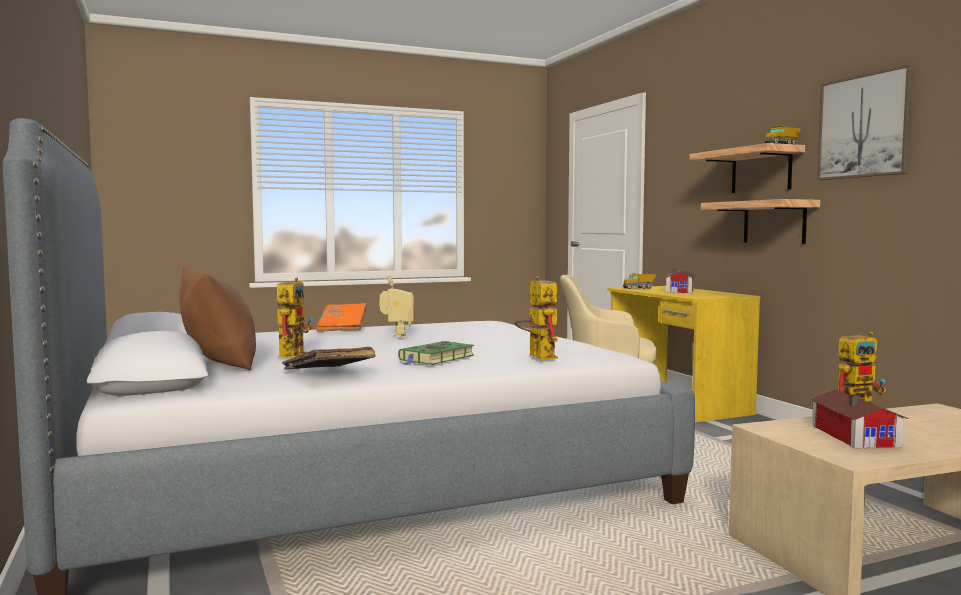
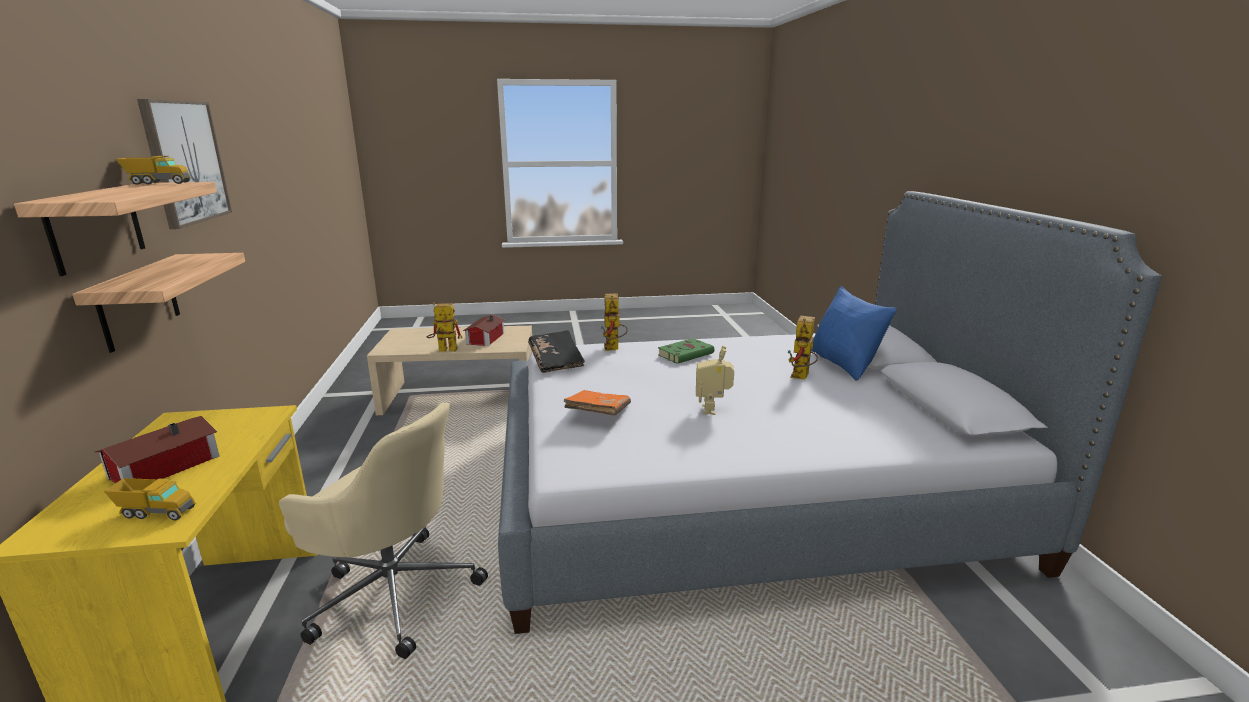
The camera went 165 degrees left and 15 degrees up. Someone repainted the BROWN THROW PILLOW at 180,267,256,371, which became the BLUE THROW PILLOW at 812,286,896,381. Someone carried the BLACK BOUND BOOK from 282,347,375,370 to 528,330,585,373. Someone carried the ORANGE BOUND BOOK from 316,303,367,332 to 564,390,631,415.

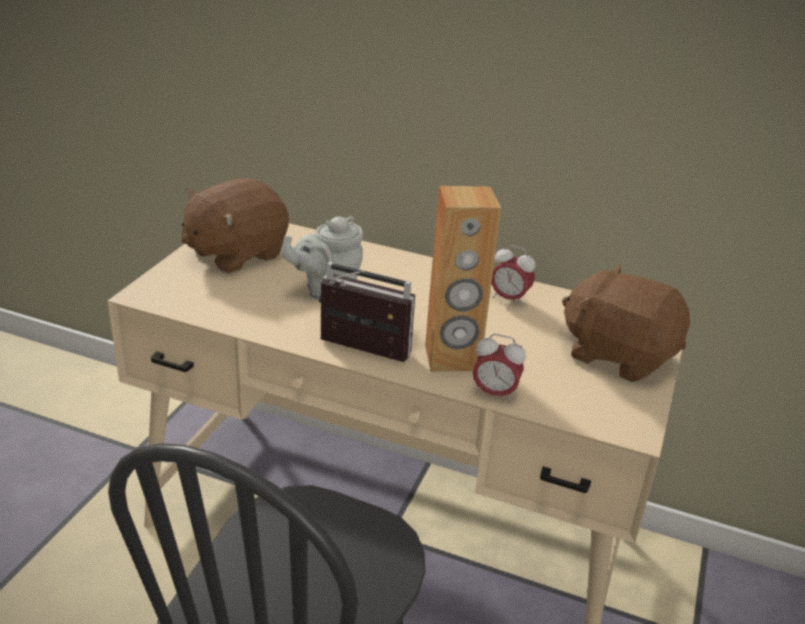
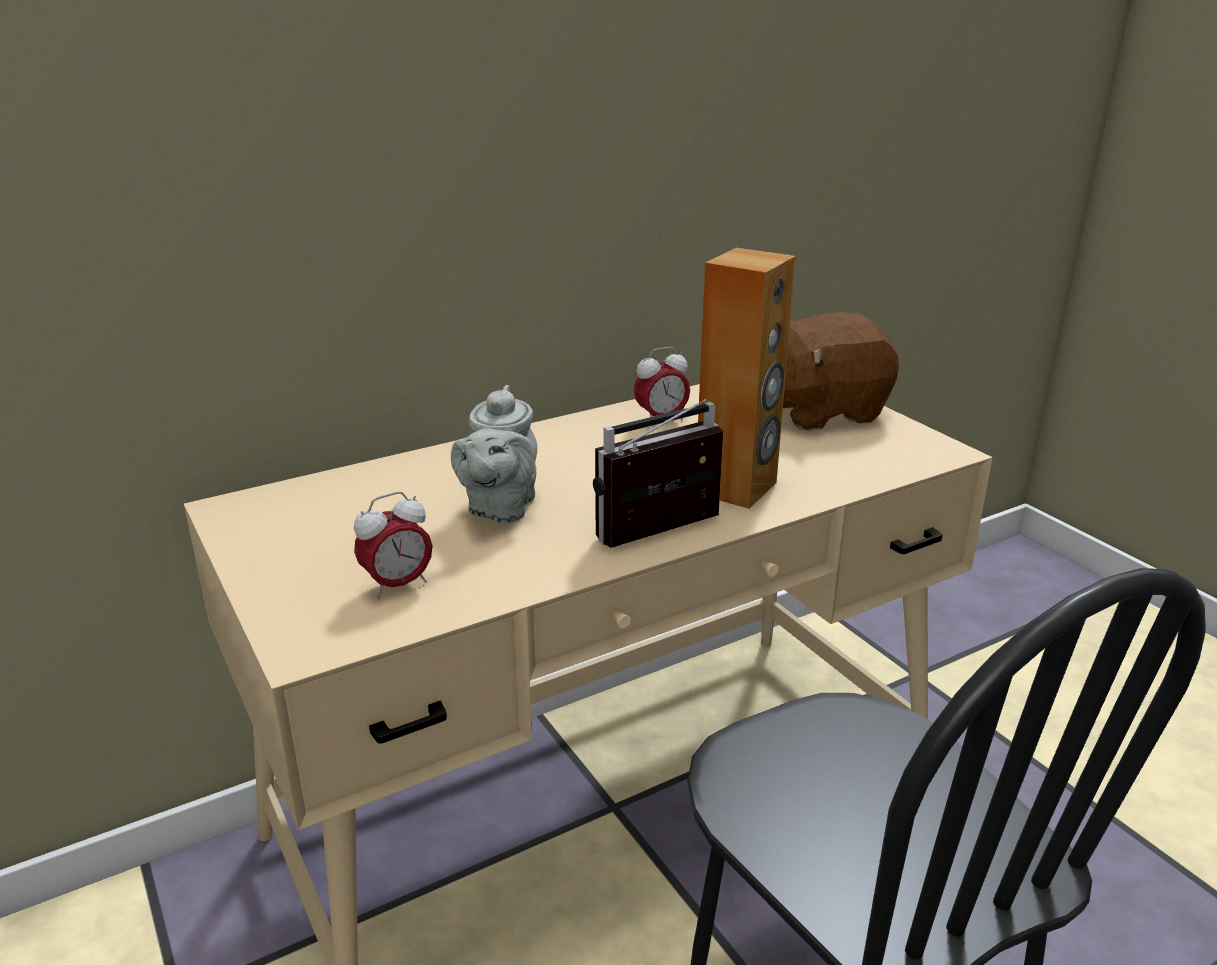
The camera went 50 degrees left and 5 degrees down. Someone took away the BROWN CUDDLY TOY at 181,178,289,274. Someone carried the TABLE CLOCK from 473,334,526,402 to 354,492,433,599.

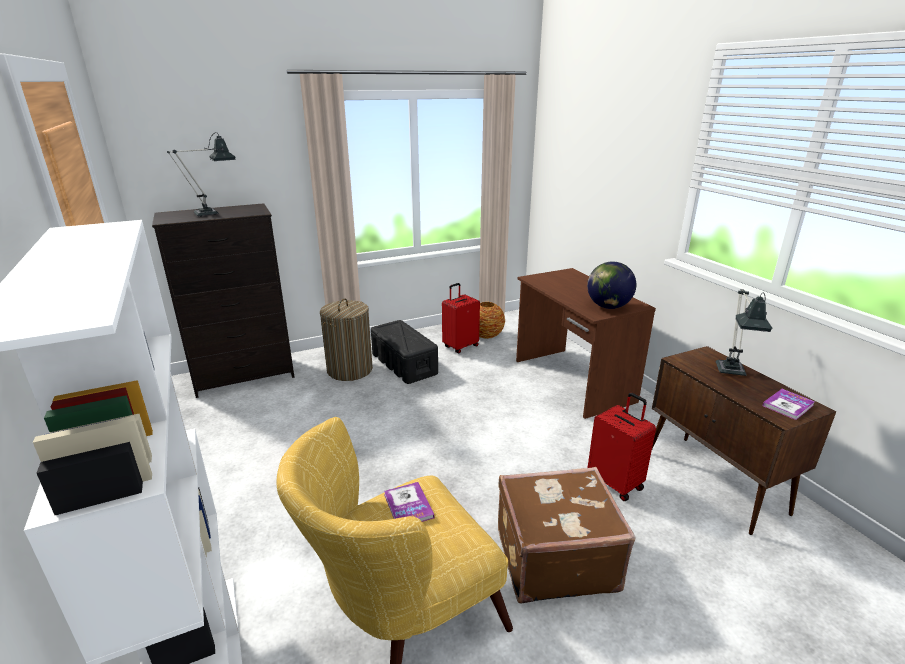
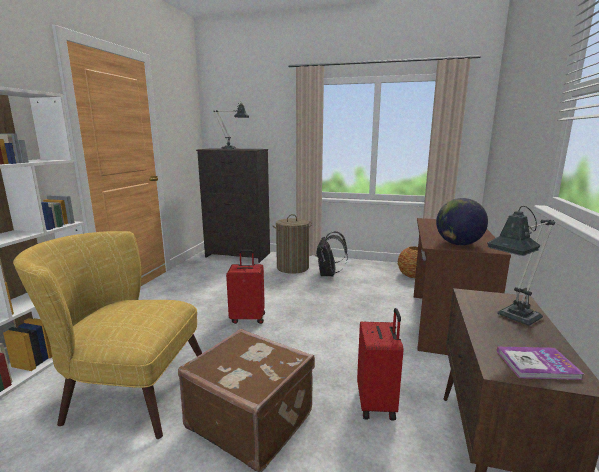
The camera went 40 degrees right and 10 degrees down. Someone swapped the BLACK STORAGE BOX at 371,320,438,384 for the BLACK BACKPACK at 316,231,348,276. Someone took away the BOUND BOOK at 384,482,434,522. Someone carried the REDDISH SUITCASE from 442,283,480,353 to 226,250,265,324.

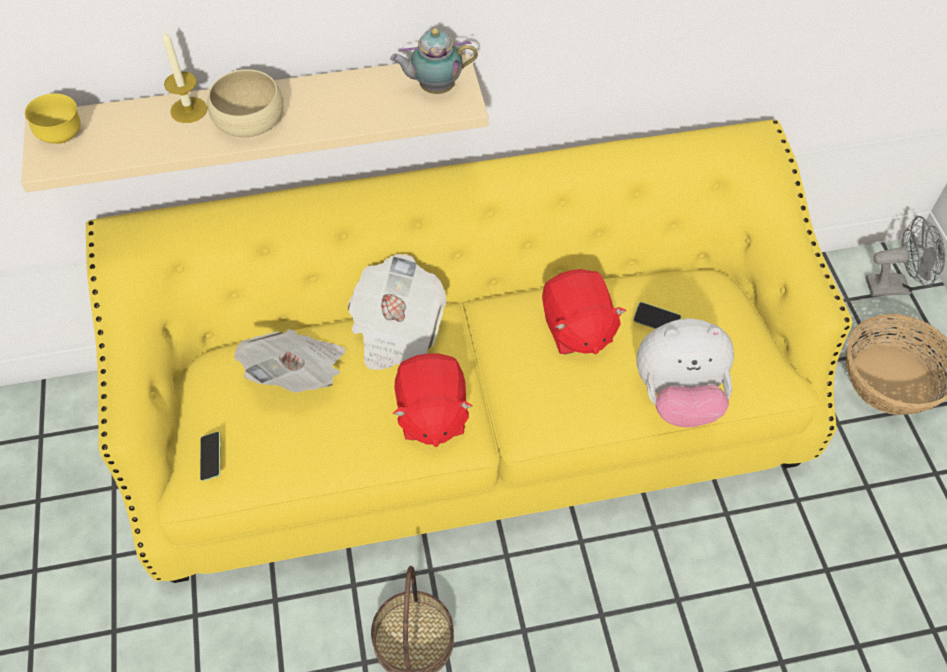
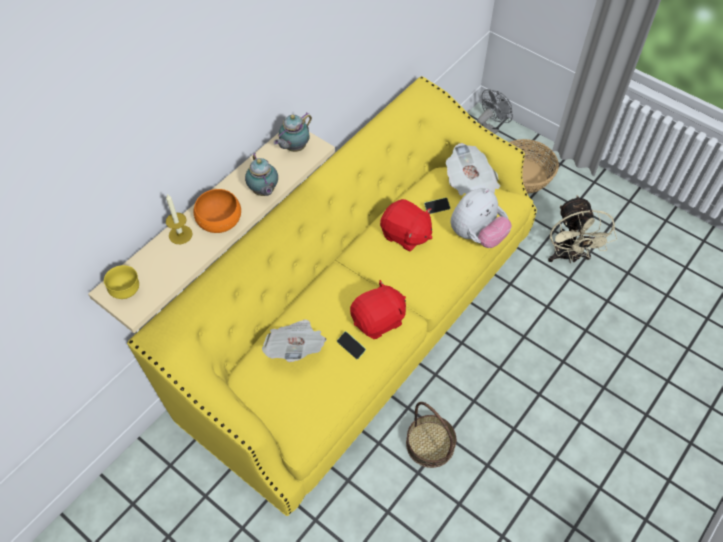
The camera went 40 degrees left and 0 degrees up. Someone carried the PHONE from 200,431,220,481 to 337,331,366,359. Someone repainted the BEIGE-COLOURED DEEP DISH at 207,69,284,137, which became the ORANGE DEEP DISH at 194,189,241,233. Someone carried the DAILY PAPER from 348,254,447,370 to 446,143,500,195. Someone rotated the REDDISH CUDDLY TOY at 393,353,473,447 by 75 degrees counterclockwise. Someone put down the TEAPOT at 245,153,278,196. Someone put down the BEIGE-COLOURED ELECTRIC FAN at 548,195,617,263.

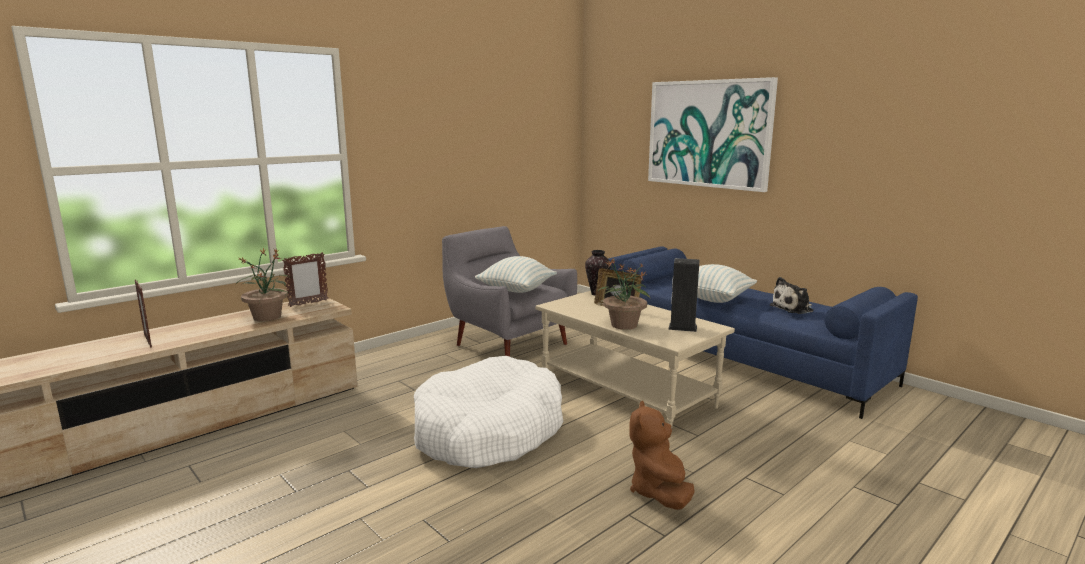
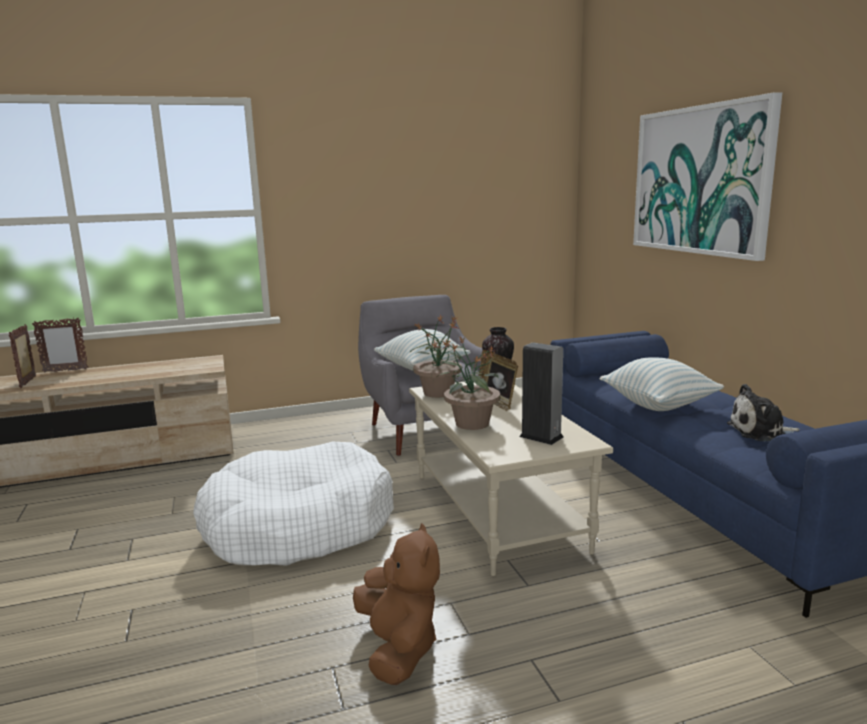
The camera went 25 degrees right and 0 degrees up. Someone carried the POTTED PLANT from 236,248,290,322 to 410,315,466,398. Someone carried the PICTURE FRAME from 282,252,328,307 to 32,318,88,373. Someone rotated the BROWN CUDDLY TOY at 629,401,695,510 by 135 degrees clockwise.

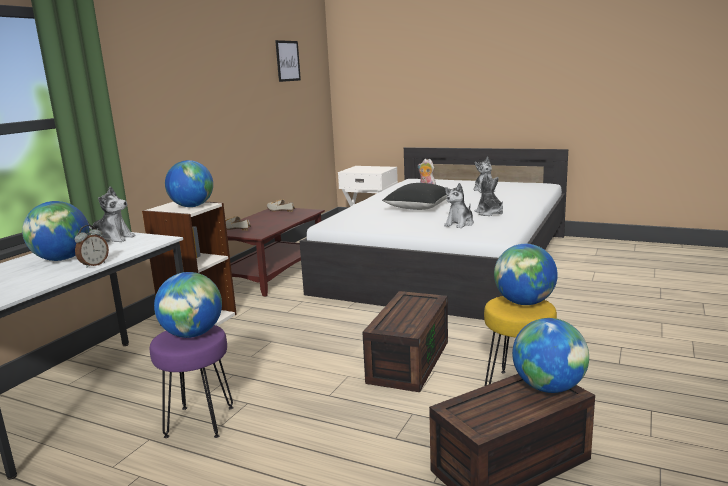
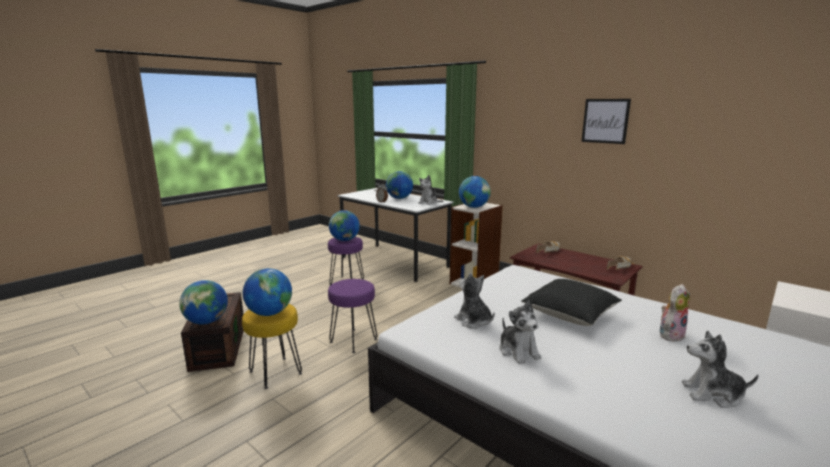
The camera went 105 degrees right and 0 degrees up. Someone carried the PICTURE from 275,40,301,82 to 581,99,631,144. Someone swapped the BROWN STORAGE BOX at 362,291,448,392 for the PURPLE STOOL SEAT at 328,279,377,353. Someone rotated the CUDDLY TOY at 474,173,503,216 by 75 degrees clockwise.

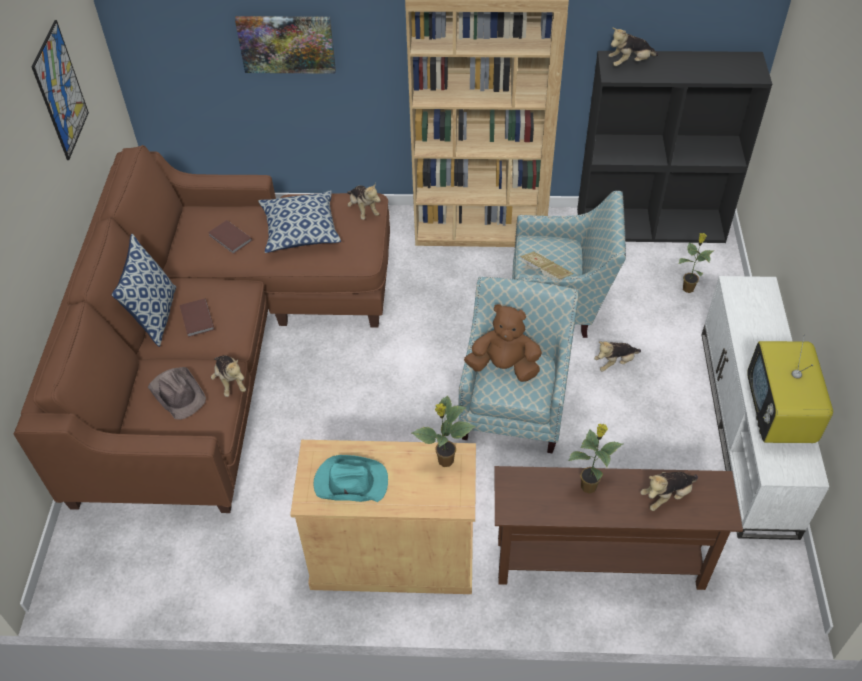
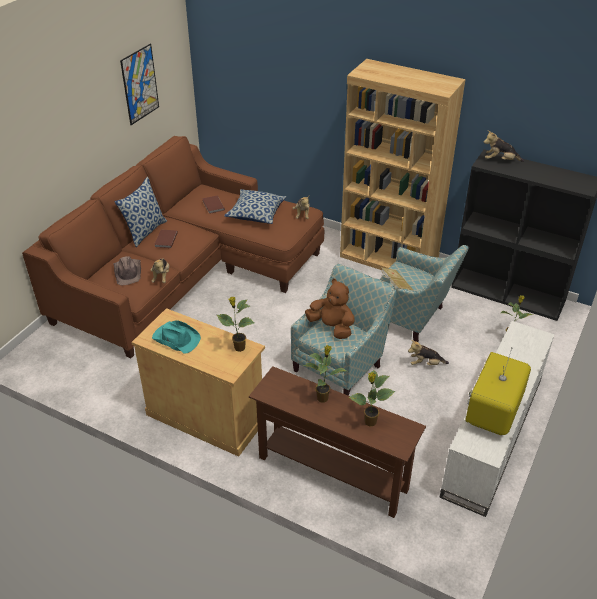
The camera went 25 degrees right and 10 degrees down. Someone took away the PICTURE at 235,16,336,74. Someone swapped the CUDDLY TOY at 640,472,698,511 for the POTTED PLANT at 348,370,395,426.

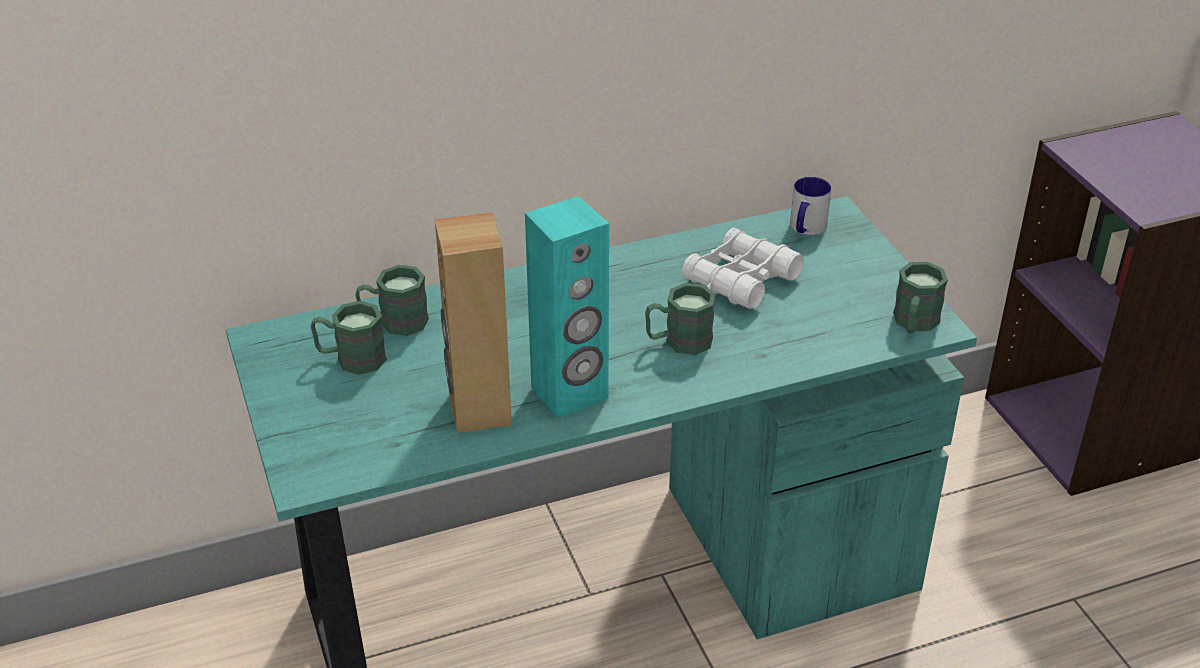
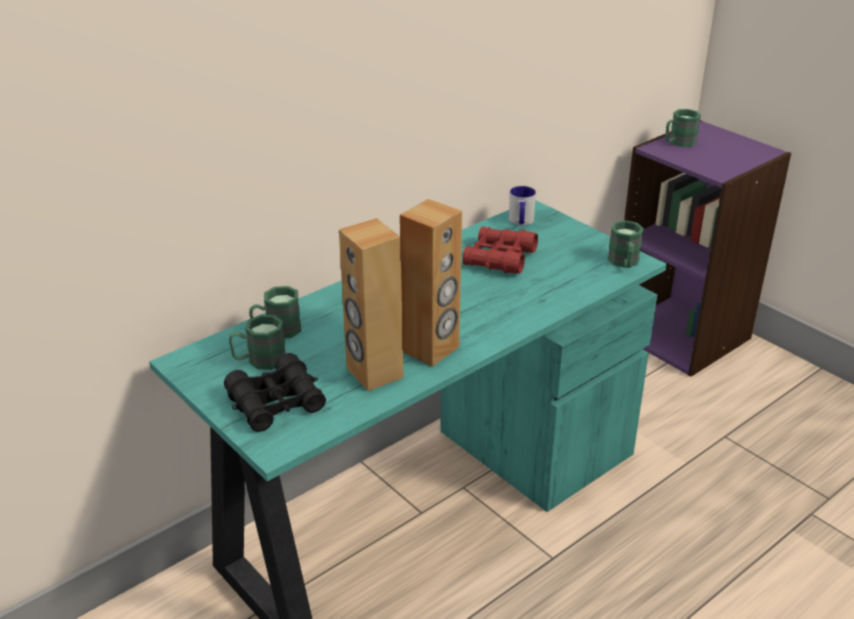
The camera went 20 degrees left and 5 degrees down. Someone repainted the TURQUOISE SPEAKER at 525,196,609,418, which became the BROWN SPEAKER at 400,199,462,367. Someone carried the GREENISH MUG from 645,283,715,355 to 665,109,701,147. Someone repainted the WHITISH BINOCULARS at 682,228,804,309, which became the REDDISH BINOCULARS at 463,226,538,274. Someone put down the BLACK BINOCULARS at 224,353,326,432.

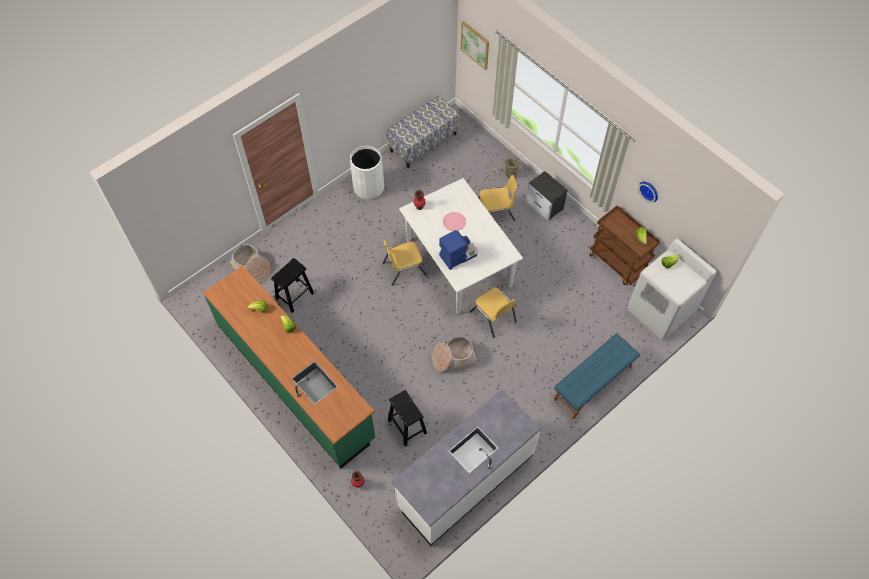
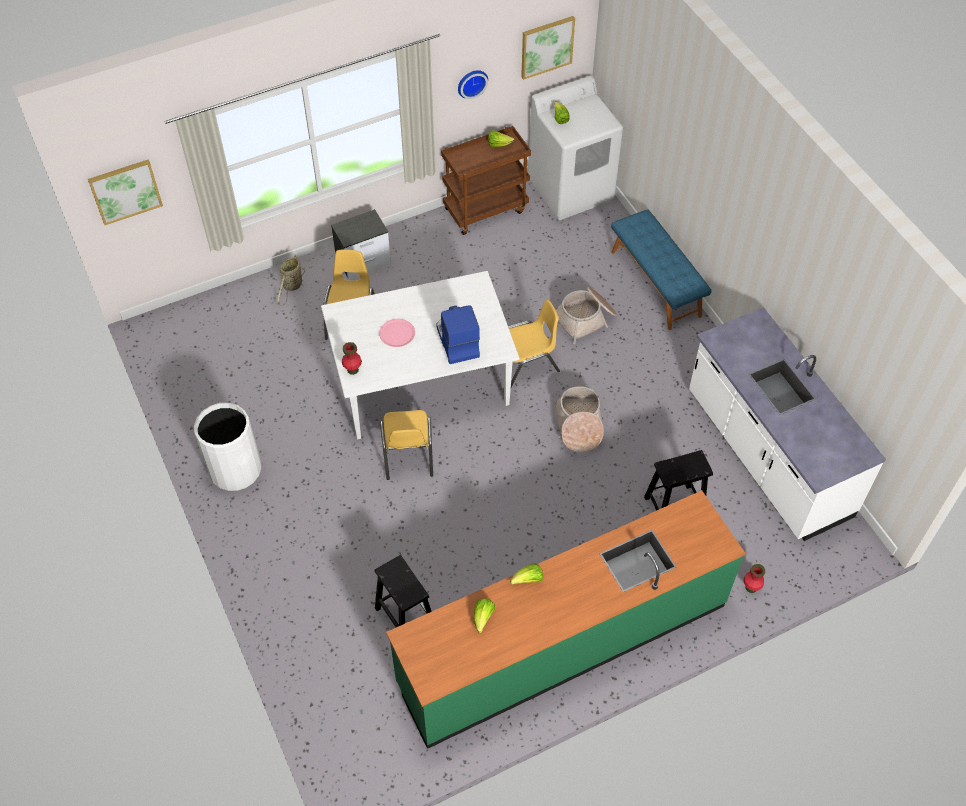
The camera went 75 degrees left and 5 degrees down. Someone carried the BASKET from 229,244,271,283 to 556,287,617,344. Someone took away the BENCH at 386,96,460,168. Someone put up the PICTURE at 521,16,575,80.

